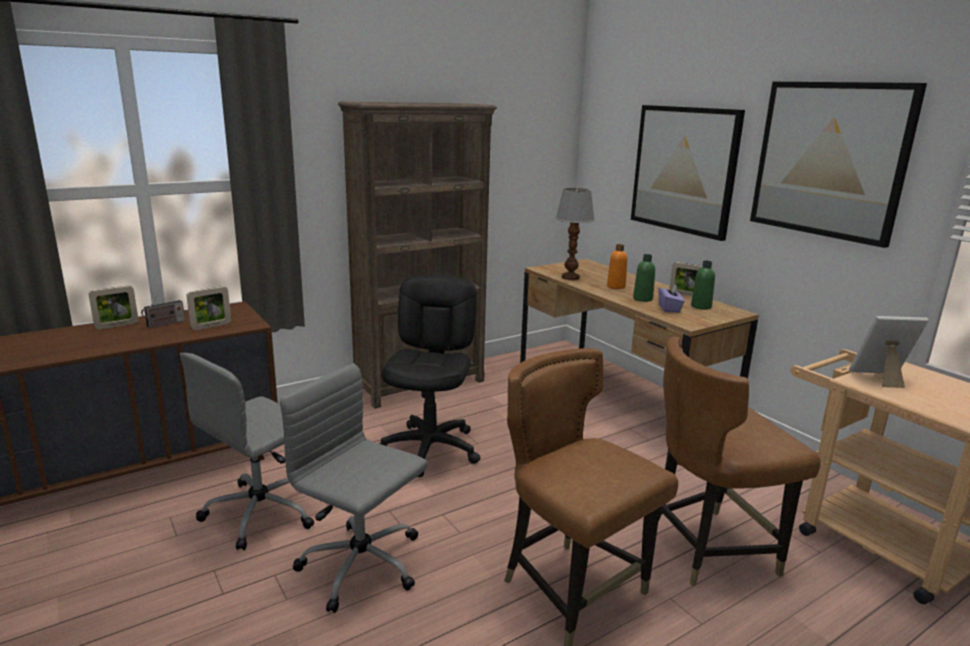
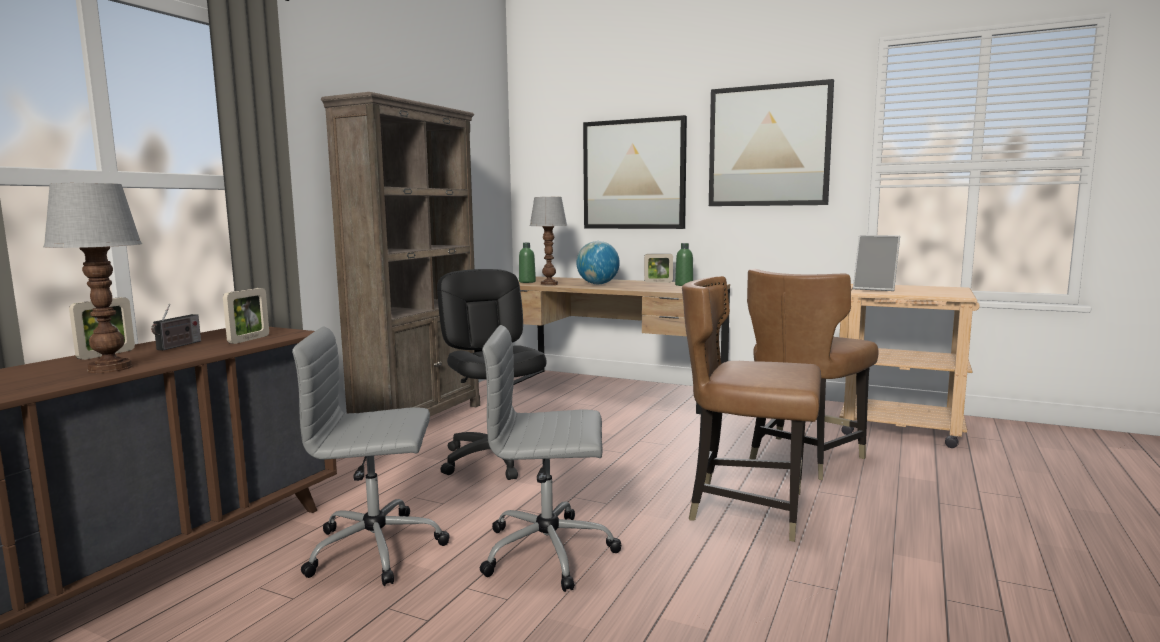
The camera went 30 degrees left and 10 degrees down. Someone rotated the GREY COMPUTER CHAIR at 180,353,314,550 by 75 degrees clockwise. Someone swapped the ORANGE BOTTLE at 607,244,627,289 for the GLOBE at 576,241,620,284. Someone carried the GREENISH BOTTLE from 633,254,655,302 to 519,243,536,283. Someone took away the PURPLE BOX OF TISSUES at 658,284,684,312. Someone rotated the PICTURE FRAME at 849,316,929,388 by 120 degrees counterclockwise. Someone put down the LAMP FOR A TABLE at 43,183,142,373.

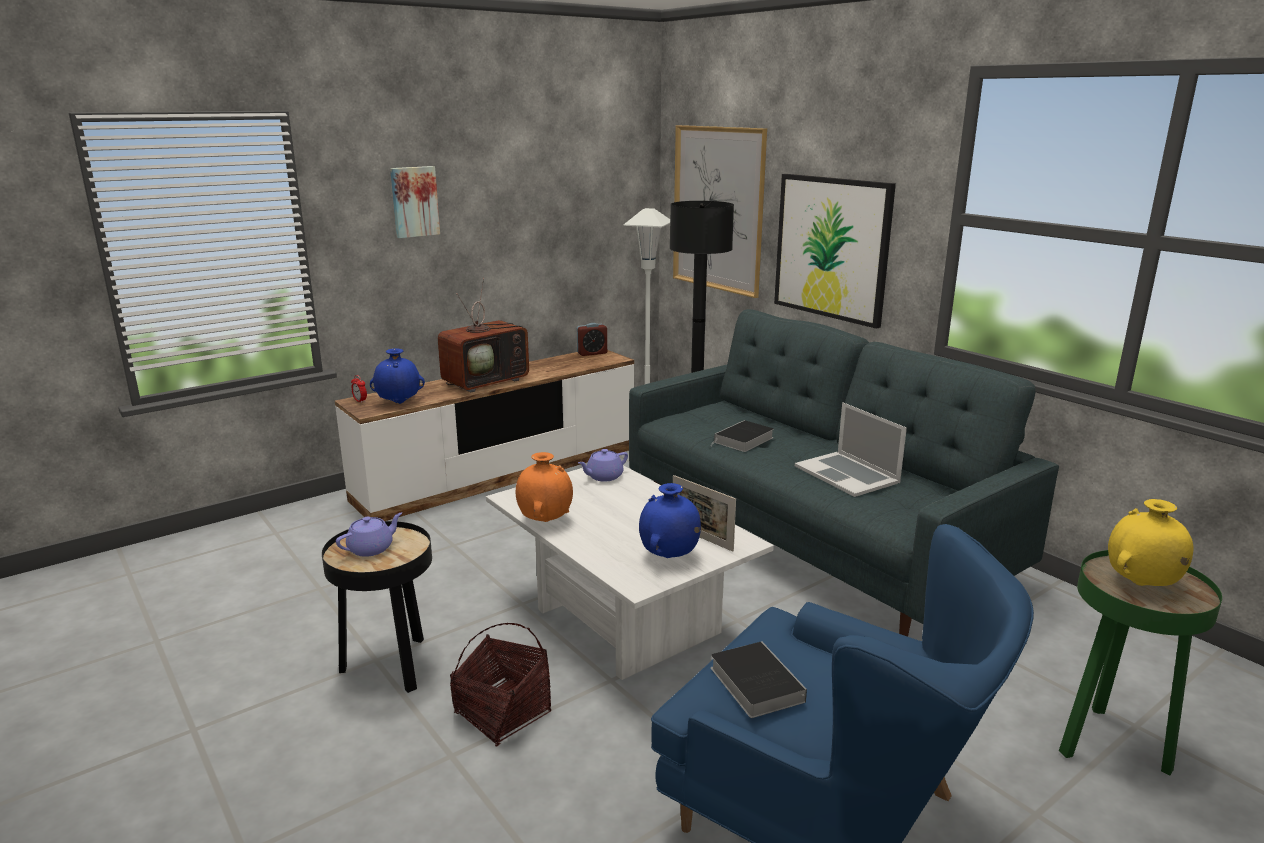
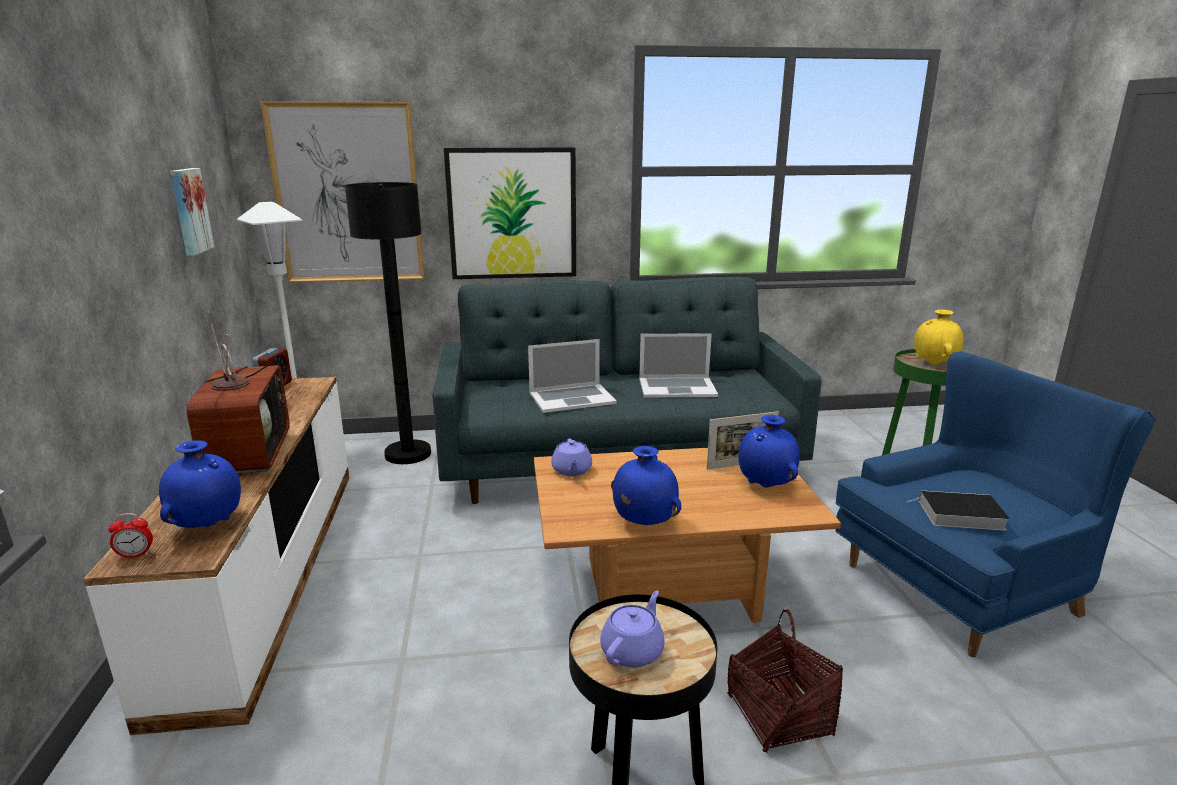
The camera went 60 degrees left and 0 degrees up. Someone rotated the PURPLE TEAPOT at 336,513,402,557 by 45 degrees clockwise. Someone carried the PICTURE from 390,166,440,238 to 170,168,215,256. Someone repainted the WHITISH COFFEE TABLE at 486,465,774,680, which became the BROWN COFFEE TABLE at 534,448,841,623. Someone repainted the ORANGE DECORATIVE VASE at 516,452,573,522, which became the BLUE DECORATIVE VASE at 611,446,681,525. Someone swapped the BOUND BOOK at 710,420,774,452 for the PORTABLE COMPUTER at 528,339,617,413.

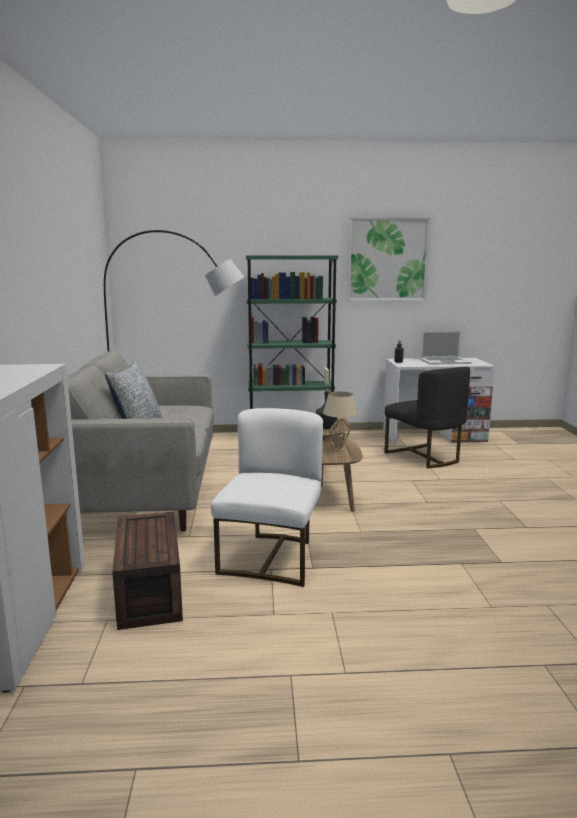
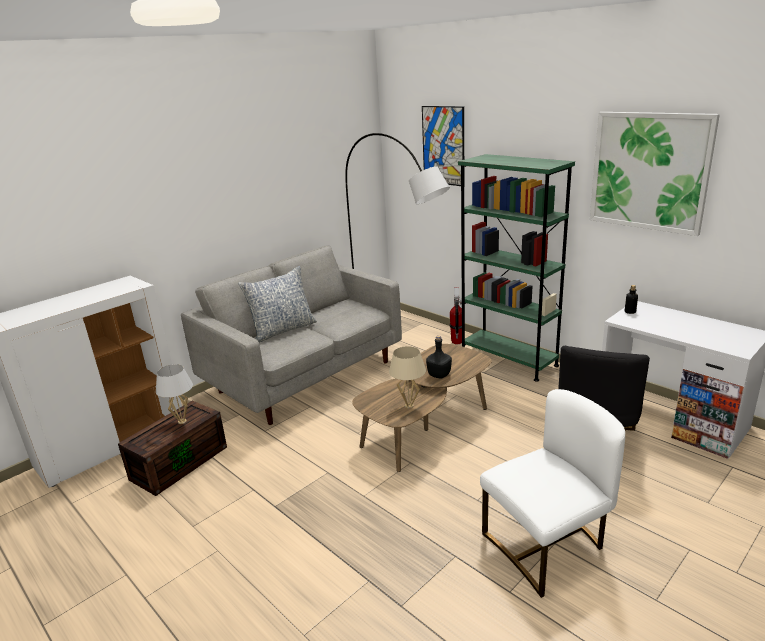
The camera went 50 degrees right and 10 degrees up. Someone carried the WHITISH CHAIR from 211,408,323,587 to 480,389,625,598. Someone took away the PORTABLE COMPUTER at 420,331,472,365. Someone put down the WHITISH LAMP FOR A TABLE at 156,364,193,424. Someone put up the PICTURE at 422,106,464,186. Someone put down the FIRE-FIGHTING CYLINDER at 450,287,462,344.

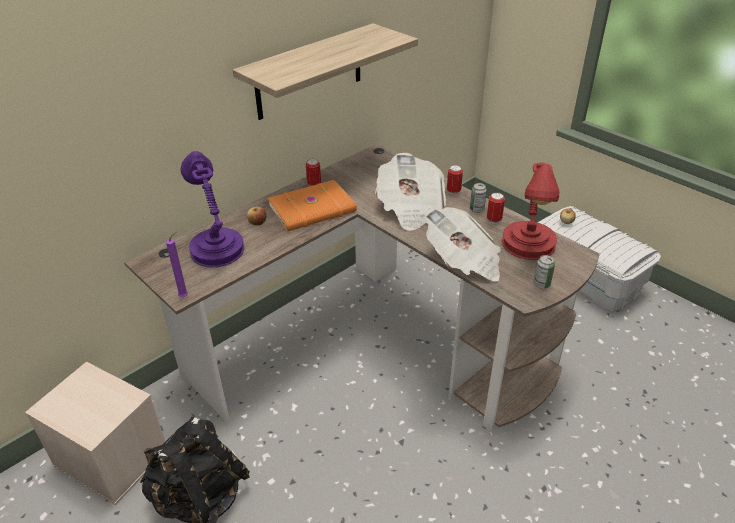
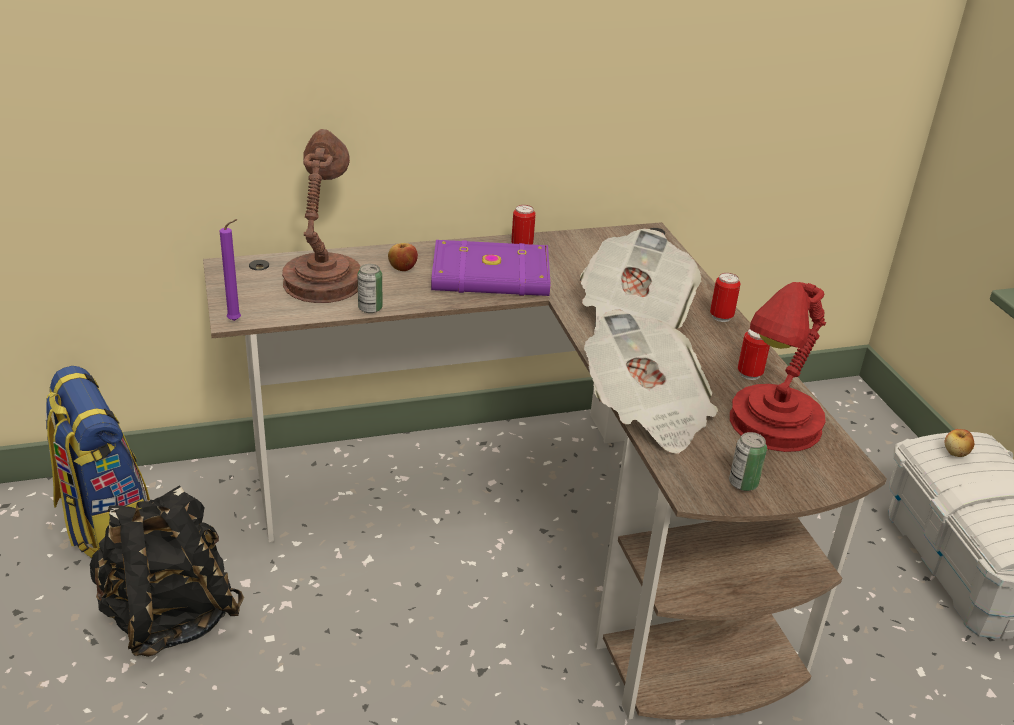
The camera went 25 degrees right and 5 degrees down. Someone swapped the BEIGE-COLOURED STORAGE BOX at 25,362,165,505 for the BACKPACK at 46,366,150,558. Someone repainted the PURPLE LAMP FOR A TABLE at 180,151,244,267, which became the BROWN LAMP FOR A TABLE at 282,129,361,303. Someone took away the WALL SHELF at 233,23,418,120. Someone repainted the ORANGE BOUND BOOK at 268,180,357,232, which became the PURPLE BOUND BOOK at 431,240,550,296. Someone carried the METAL CAN from 470,183,487,213 to 357,264,382,313.

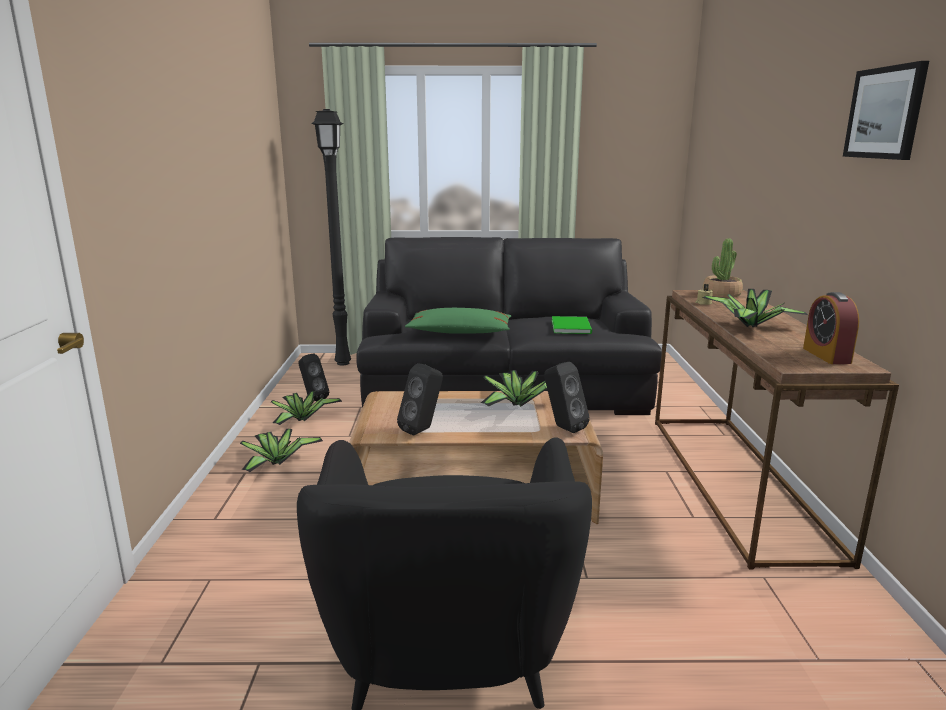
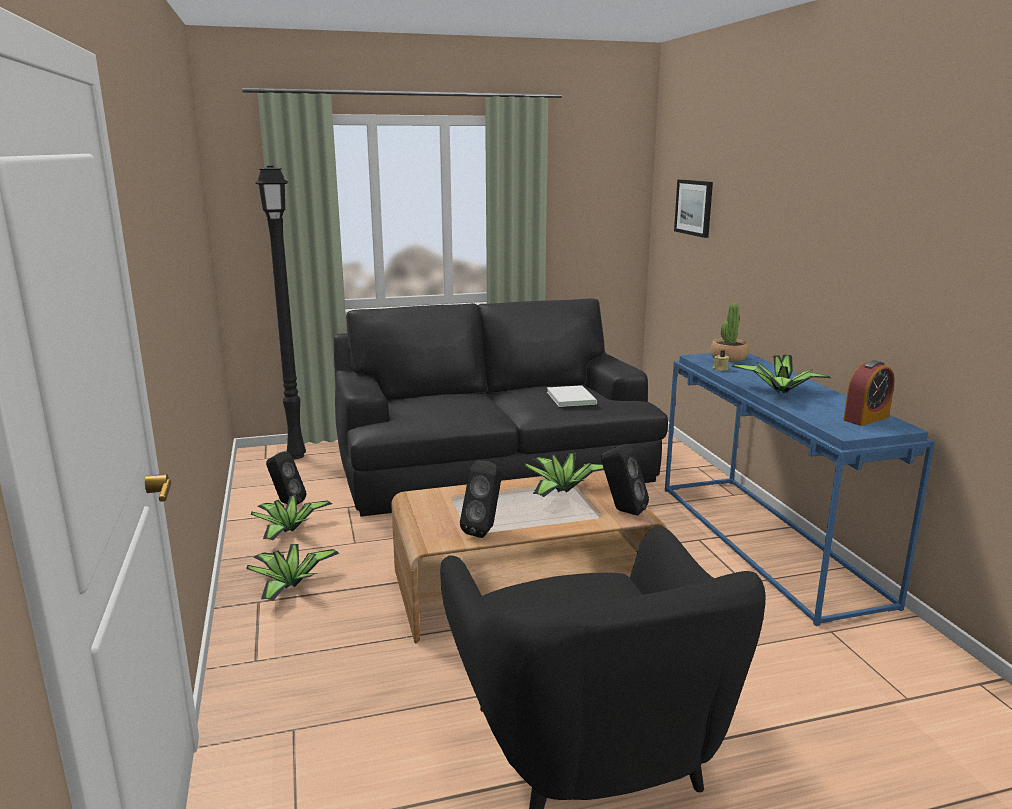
The camera went 15 degrees left and 0 degrees up. Someone took away the GREENISH THROW PILLOW at 405,308,511,334. Someone repainted the GREENISH BOUND BOOK at 552,316,592,334, which became the WHITISH BOUND BOOK at 547,385,597,407. Someone repainted the BROWN NARROW TABLE at 655,290,899,569, which became the BLUE NARROW TABLE at 665,353,935,626. Someone rotated the TABLE CLOCK at 803,292,859,364 by 105 degrees counterclockwise. Someone carried the PICTURE from 843,61,929,160 to 674,179,713,238.

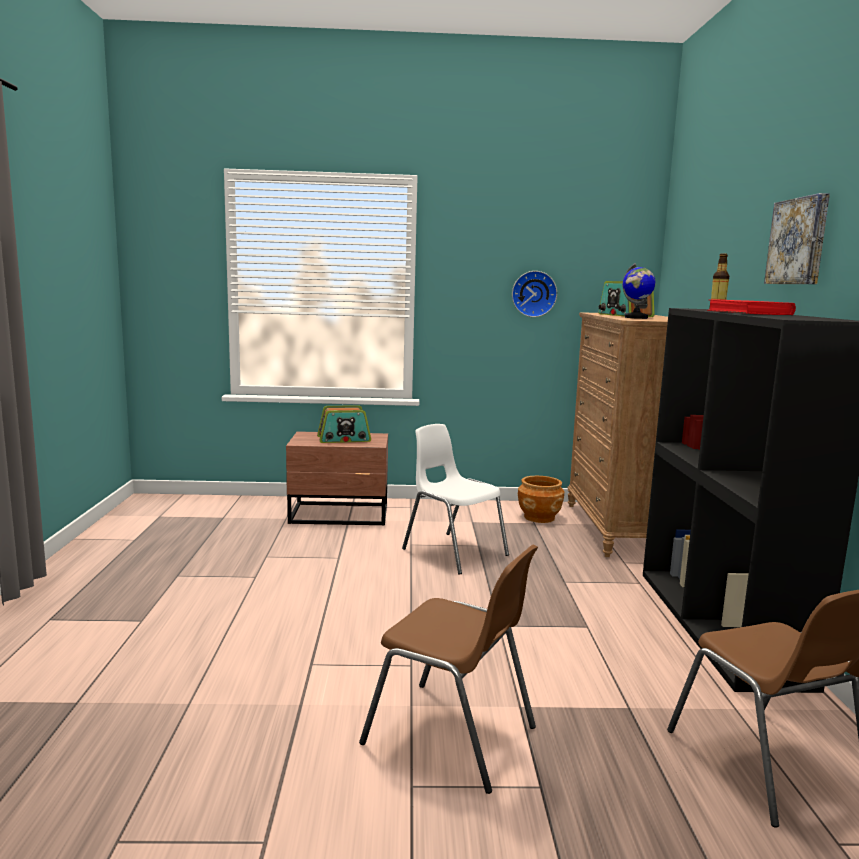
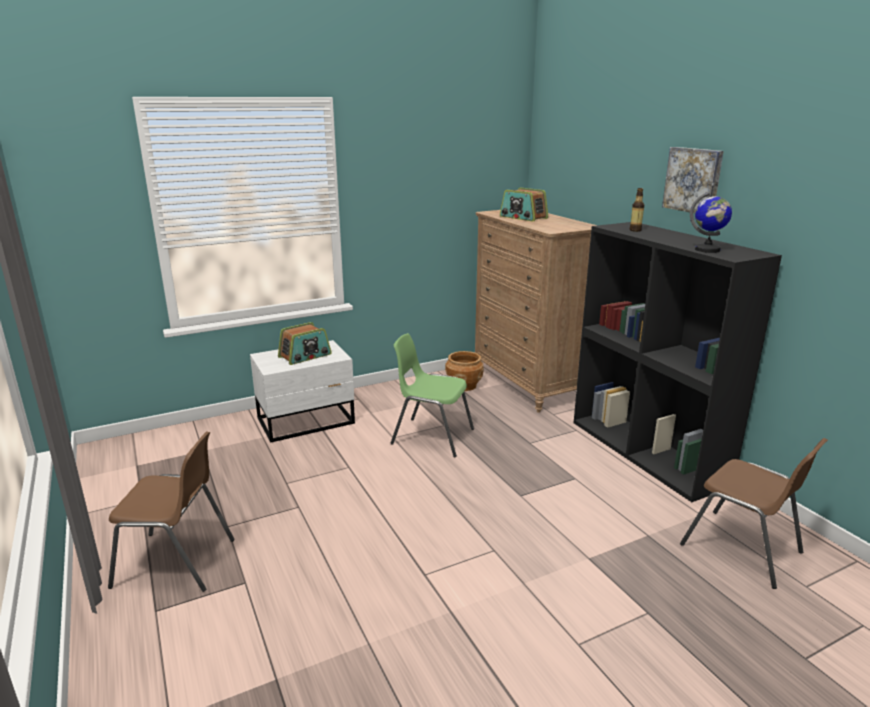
The camera went 25 degrees left and 10 degrees up. Someone repainted the BROWN BEDSIDE TABLE at 286,431,388,526, which became the WHITISH BEDSIDE TABLE at 250,340,355,443. Someone carried the BROWN CHAIR from 359,545,538,794 to 108,431,235,592. Someone repainted the WHITISH CHAIR at 402,424,509,575, which became the GREENISH CHAIR at 391,333,474,458. Someone took away the HANGING CLOCK at 512,271,557,317. Someone carried the GLOBE from 623,263,656,319 to 690,191,732,253. Someone took away the REDDISH BOUND BOOK at 707,299,796,315.

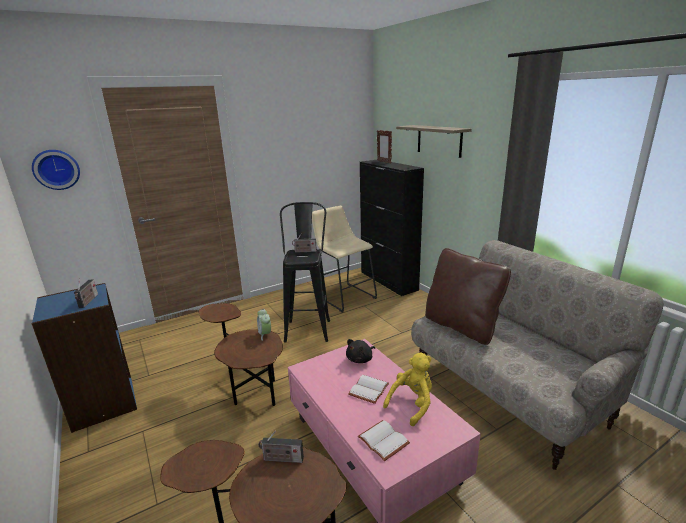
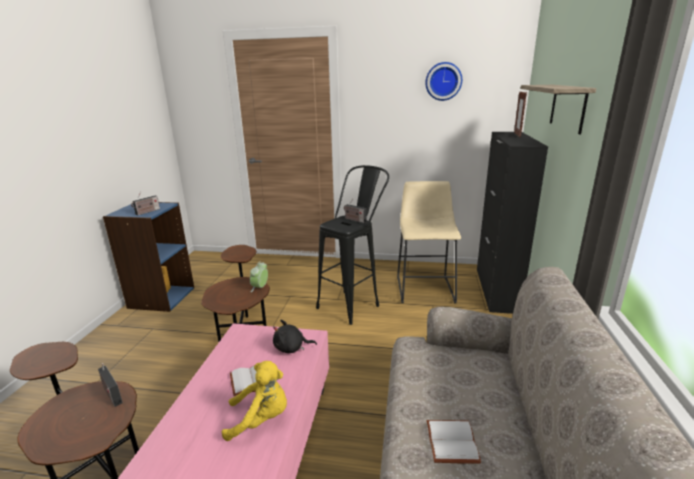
The camera went 40 degrees right and 0 degrees up. Someone carried the HANGING CLOCK from 32,150,80,190 to 425,62,462,101. Someone carried the WHITISH BOUND BOOK from 358,420,410,461 to 427,420,481,464. Someone took away the BROWN THROW PILLOW at 425,248,511,345.

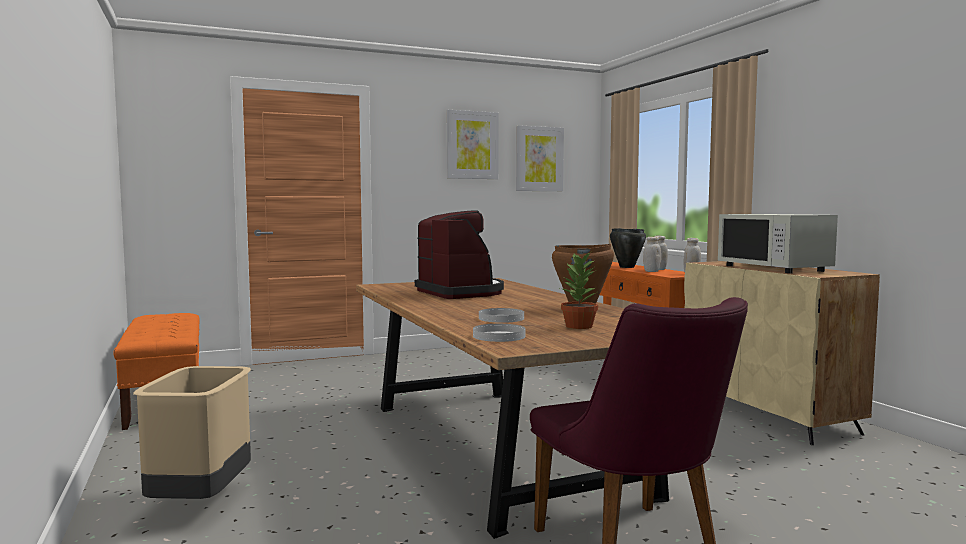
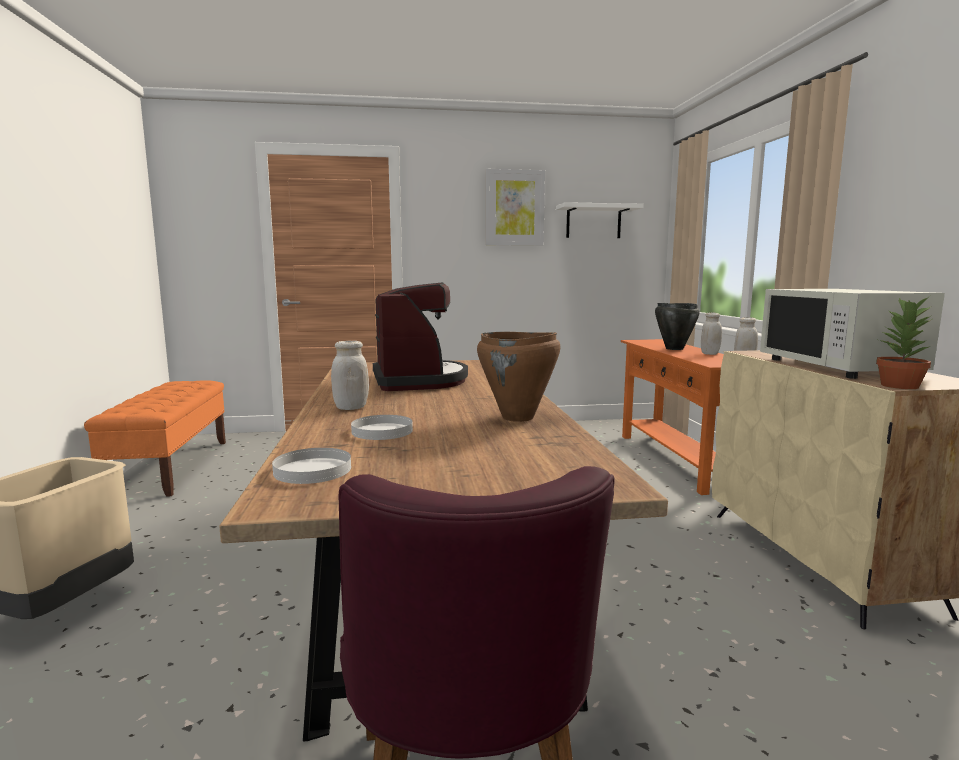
The camera went 15 degrees right and 5 degrees up. Someone swapped the PICTURE at 516,125,564,191 for the WHITISH WALL SHELF at 556,202,644,238. Someone carried the POTTED PLANT from 560,252,598,329 to 876,298,932,389. Someone carried the WHITISH STORAGE JAR from 643,237,661,272 to 331,341,369,410.

